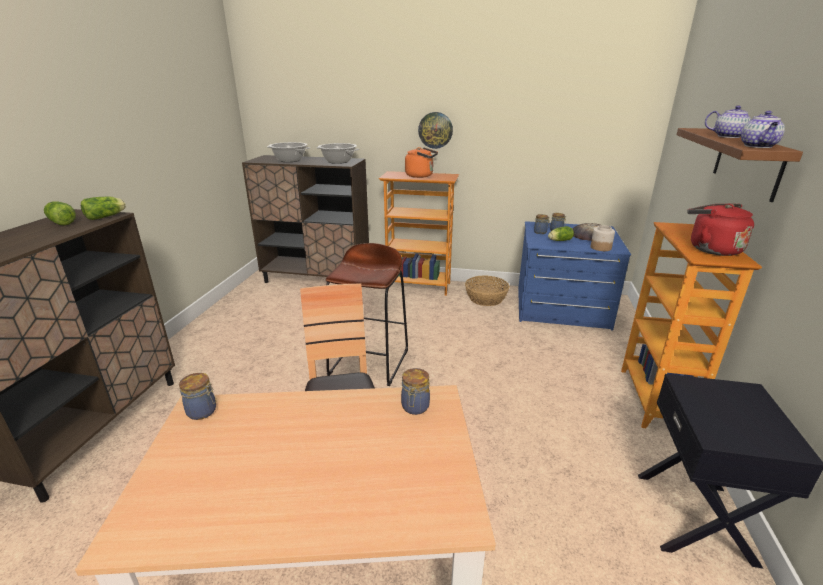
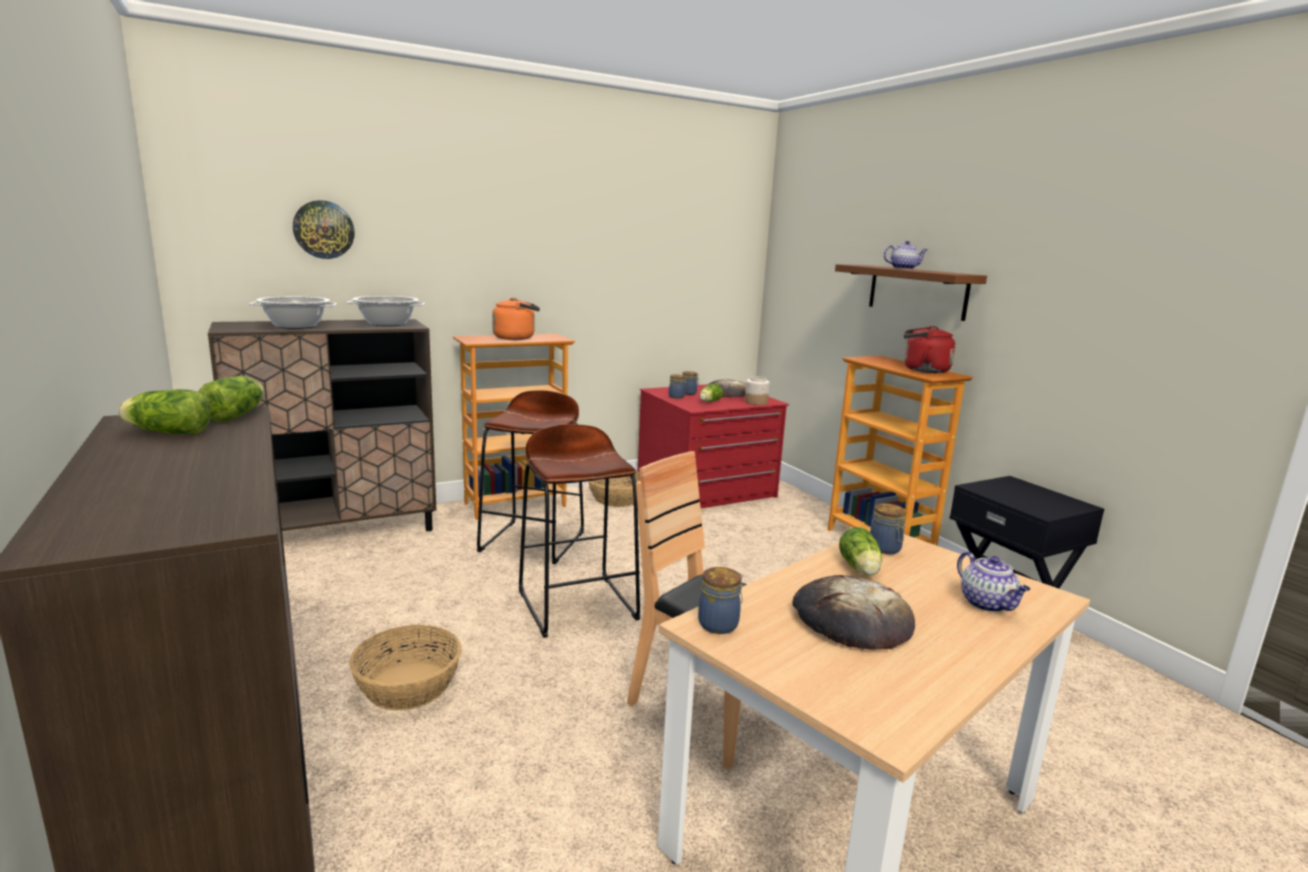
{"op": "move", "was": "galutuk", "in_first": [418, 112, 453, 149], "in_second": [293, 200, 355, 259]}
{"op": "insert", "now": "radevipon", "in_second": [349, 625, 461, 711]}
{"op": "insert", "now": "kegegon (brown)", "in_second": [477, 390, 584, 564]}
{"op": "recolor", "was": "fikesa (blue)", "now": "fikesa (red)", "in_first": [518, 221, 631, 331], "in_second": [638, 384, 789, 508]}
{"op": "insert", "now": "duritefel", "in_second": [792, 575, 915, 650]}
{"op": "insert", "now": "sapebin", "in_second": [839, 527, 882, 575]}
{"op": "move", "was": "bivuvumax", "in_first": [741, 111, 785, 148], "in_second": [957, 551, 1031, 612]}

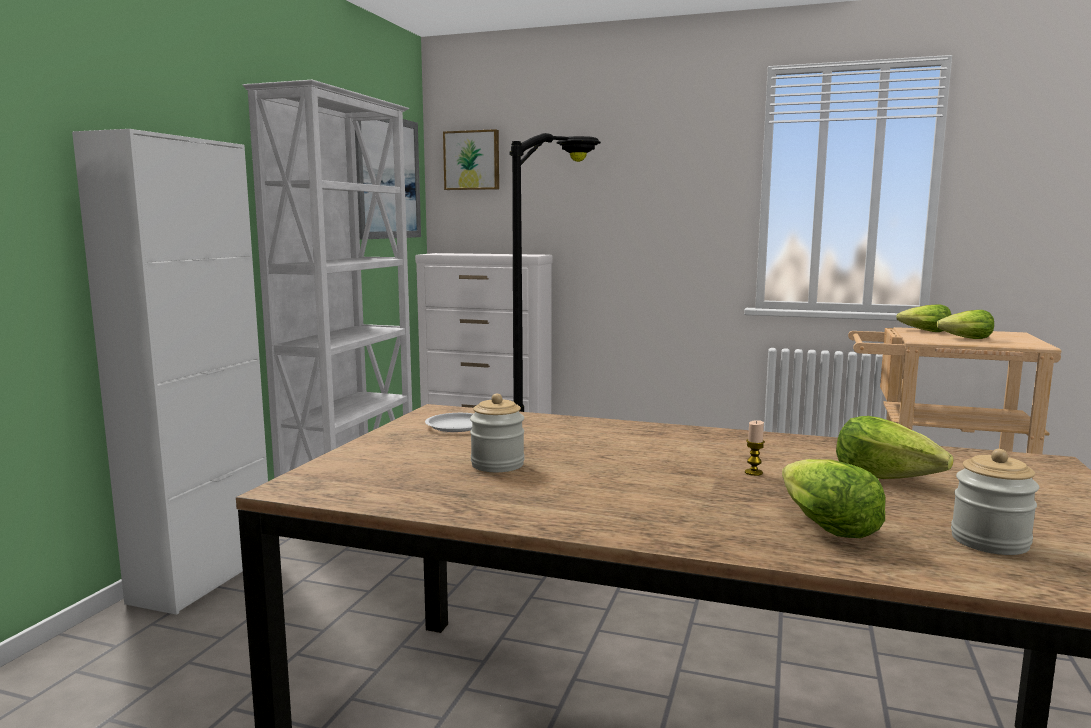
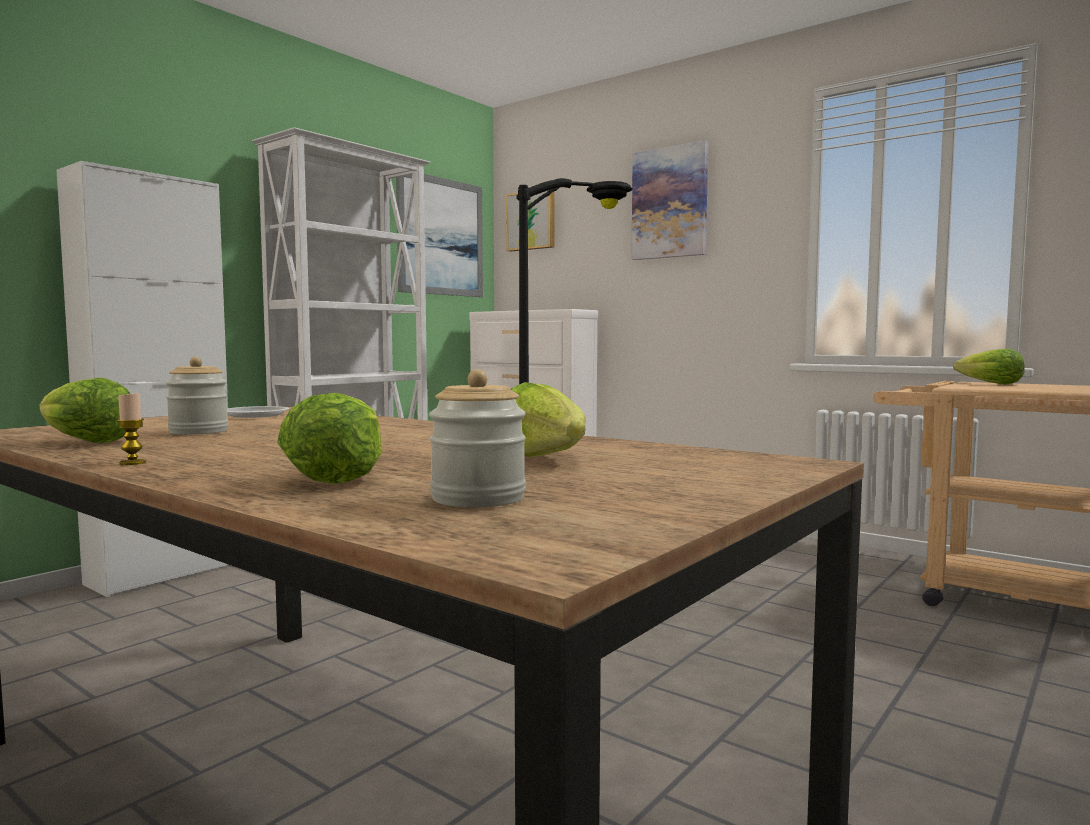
{"op": "move", "was": "sapebin", "in_first": [936, 310, 994, 339], "in_second": [39, 378, 130, 443]}
{"op": "move", "was": "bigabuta", "in_first": [745, 420, 765, 476], "in_second": [117, 393, 146, 465]}
{"op": "insert", "now": "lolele", "in_second": [631, 140, 708, 260]}

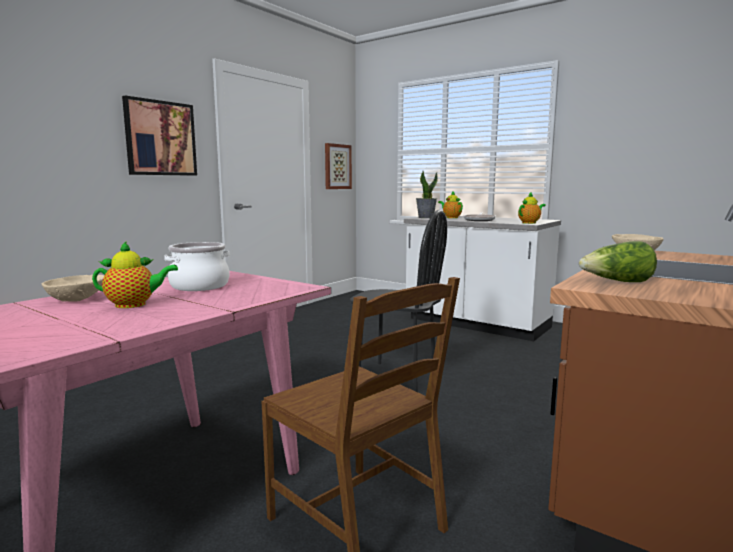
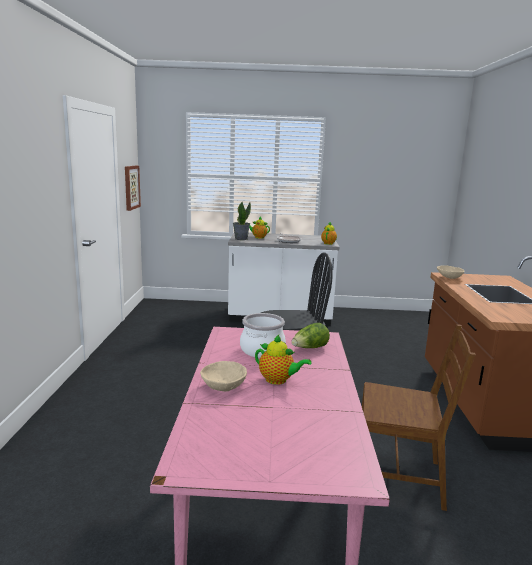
{"op": "rotate", "was": "bivuvumax", "in_first": [92, 241, 178, 308], "in_second": [255, 335, 311, 385], "clockwise": 75}
{"op": "move", "was": "sapebin", "in_first": [579, 241, 657, 282], "in_second": [291, 323, 330, 348]}
{"op": "delete", "was": "lolele", "in_first": [122, 95, 197, 176]}

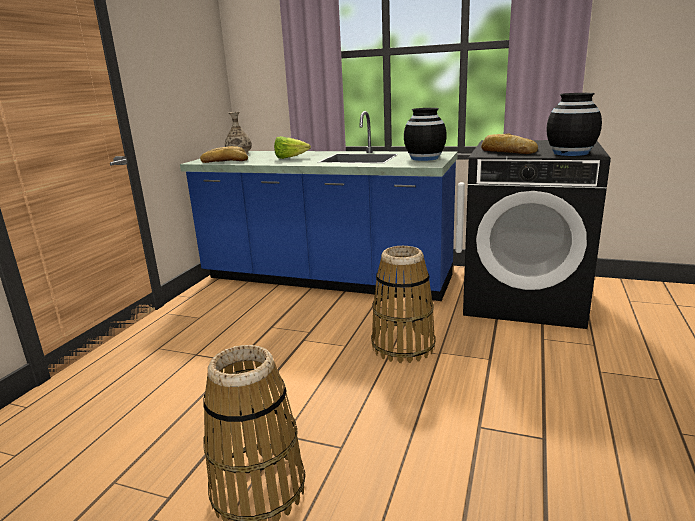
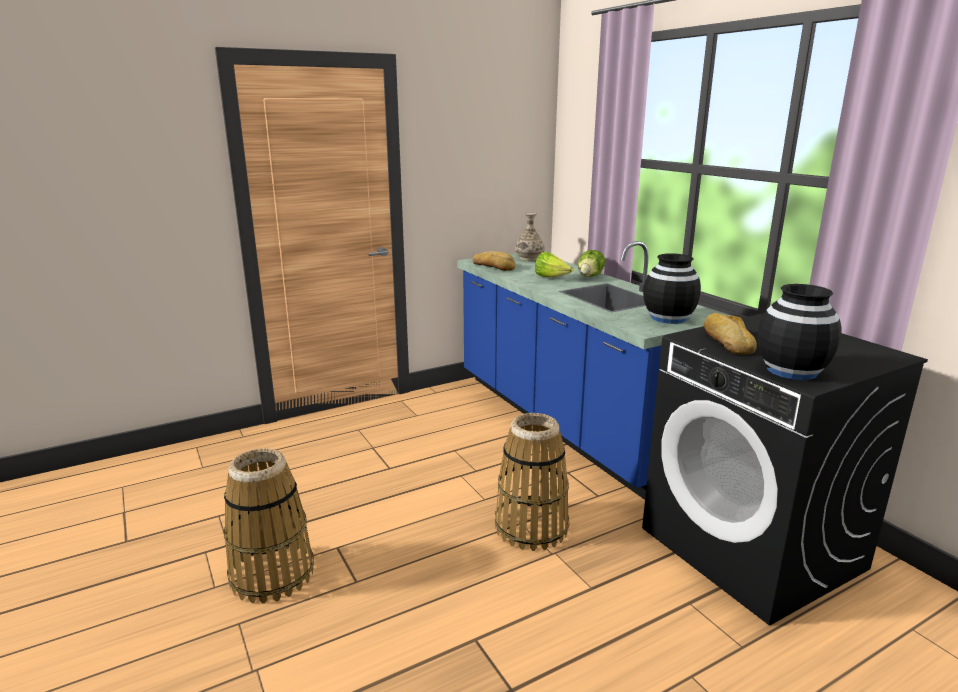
{"op": "insert", "now": "sapebin", "in_second": [578, 250, 605, 277]}

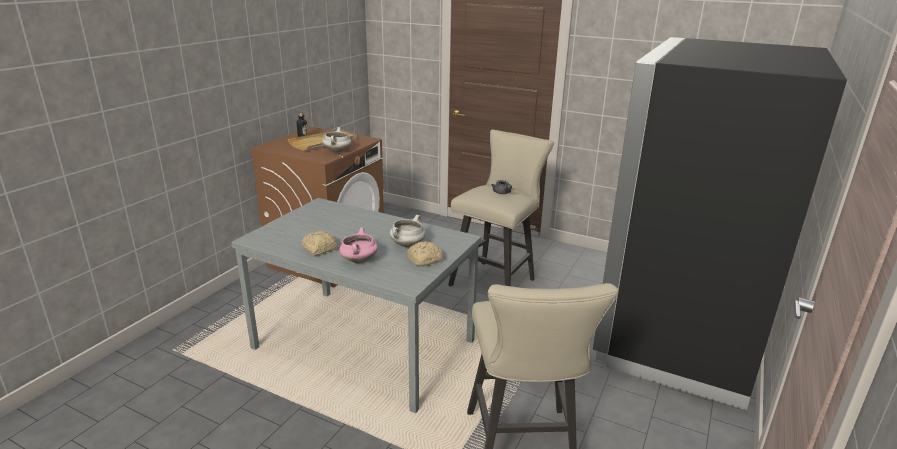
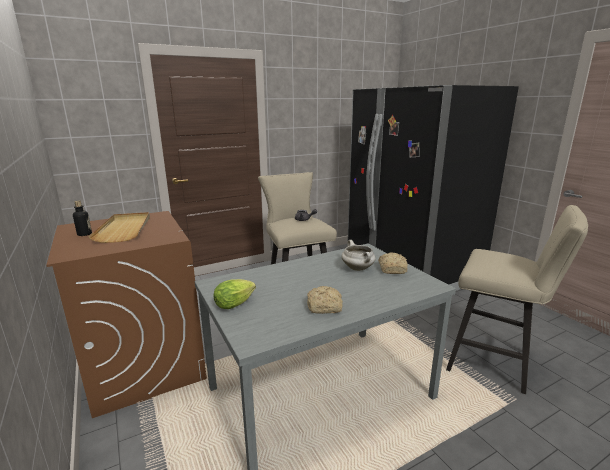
{"op": "insert", "now": "sapebin", "in_second": [214, 279, 256, 309]}
{"op": "delete", "was": "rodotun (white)", "in_first": [322, 127, 351, 153]}
{"op": "delete", "was": "rodotun (pink)", "in_first": [339, 228, 378, 263]}

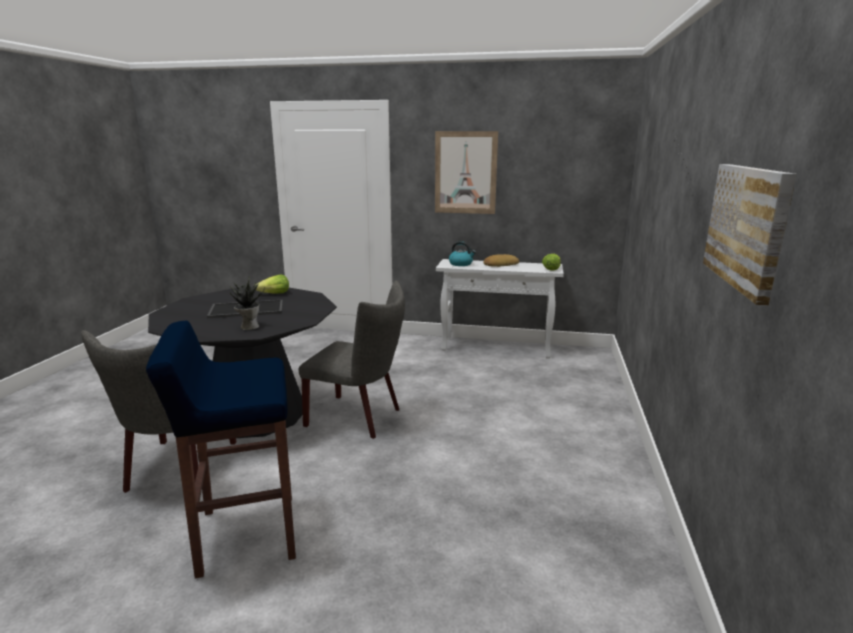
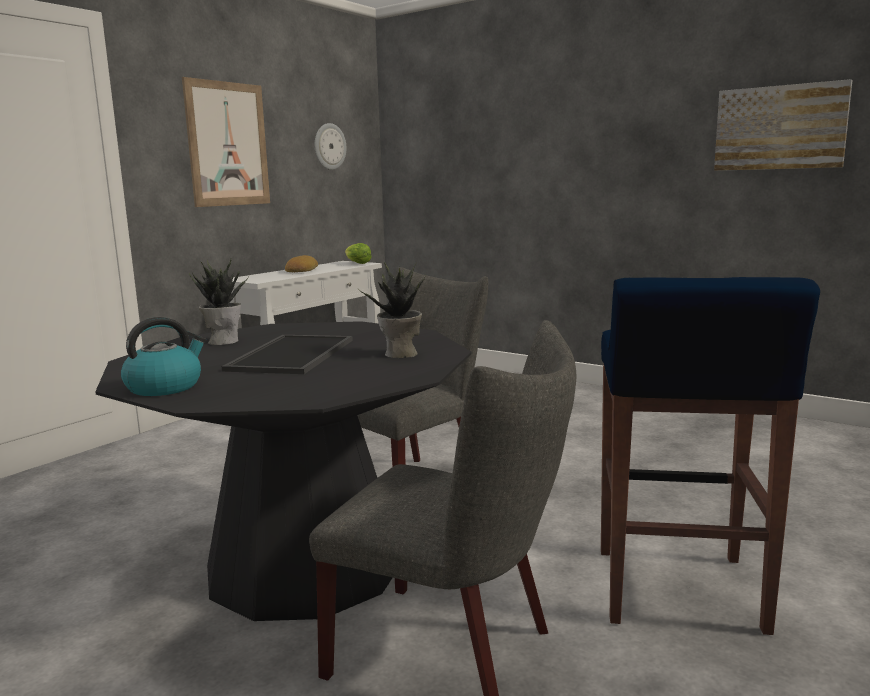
{"op": "move", "was": "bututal", "in_first": [449, 241, 476, 266], "in_second": [121, 317, 206, 396]}
{"op": "replace", "was": "sapebin", "now": "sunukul", "in_first": [255, 274, 289, 293], "in_second": [189, 259, 249, 345]}
{"op": "insert", "now": "galutuk", "in_second": [315, 123, 346, 170]}

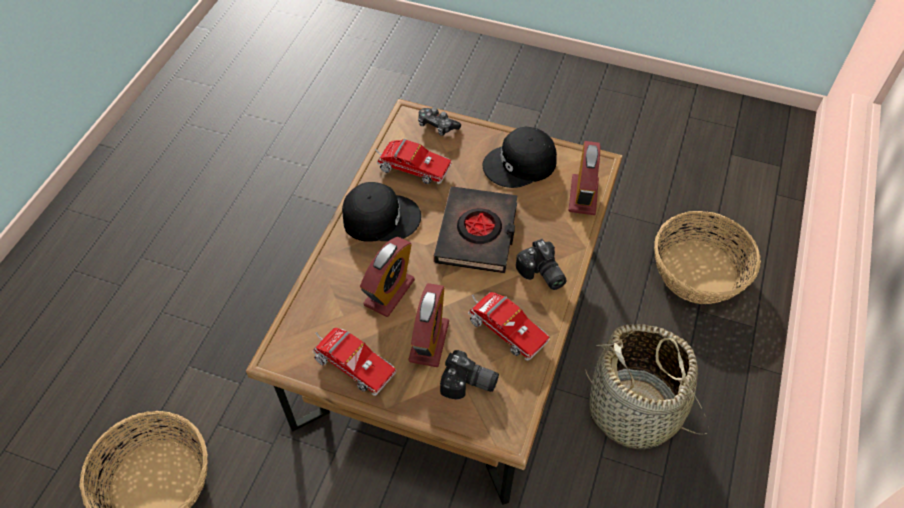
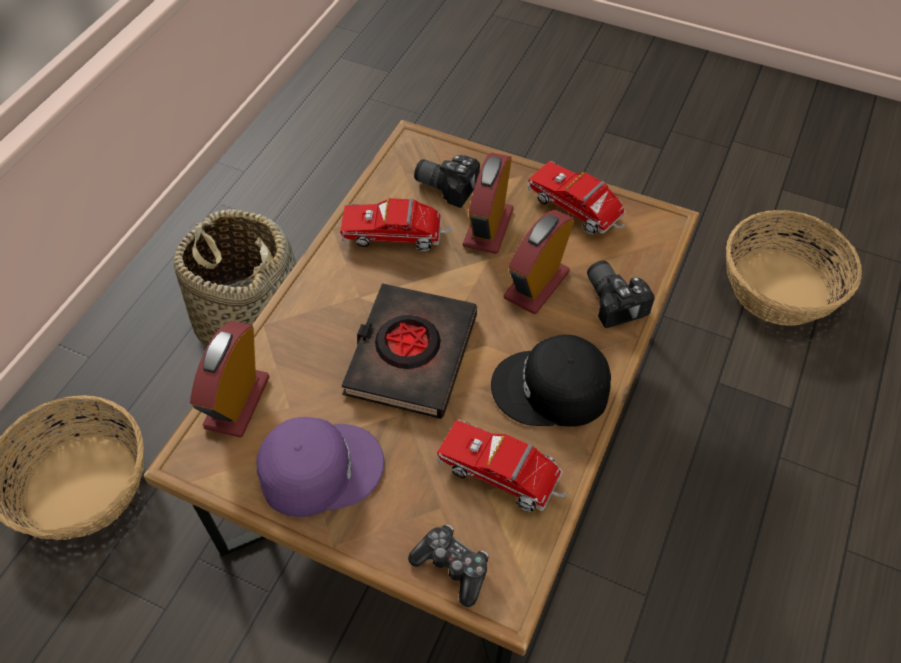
{"op": "recolor", "was": "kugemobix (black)", "now": "kugemobix (purple)", "in_first": [483, 127, 557, 188], "in_second": [256, 417, 384, 517]}
{"op": "rotate", "was": "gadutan", "in_first": [468, 292, 549, 361], "in_second": [340, 198, 452, 251], "clockwise": -45}
{"op": "move", "was": "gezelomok", "in_first": [516, 238, 567, 290], "in_second": [587, 261, 655, 328]}

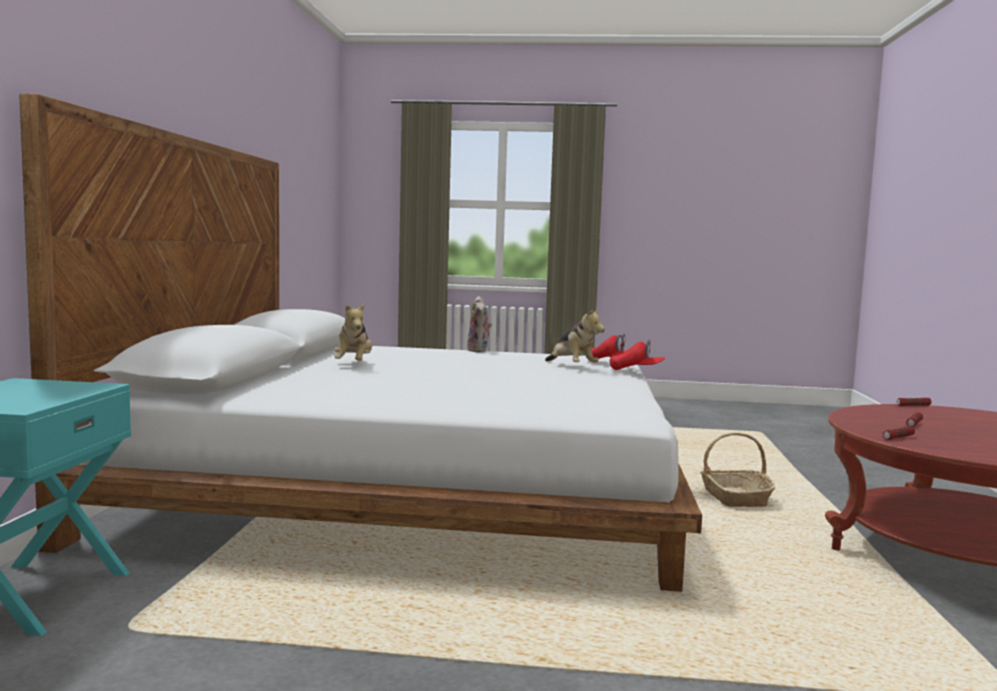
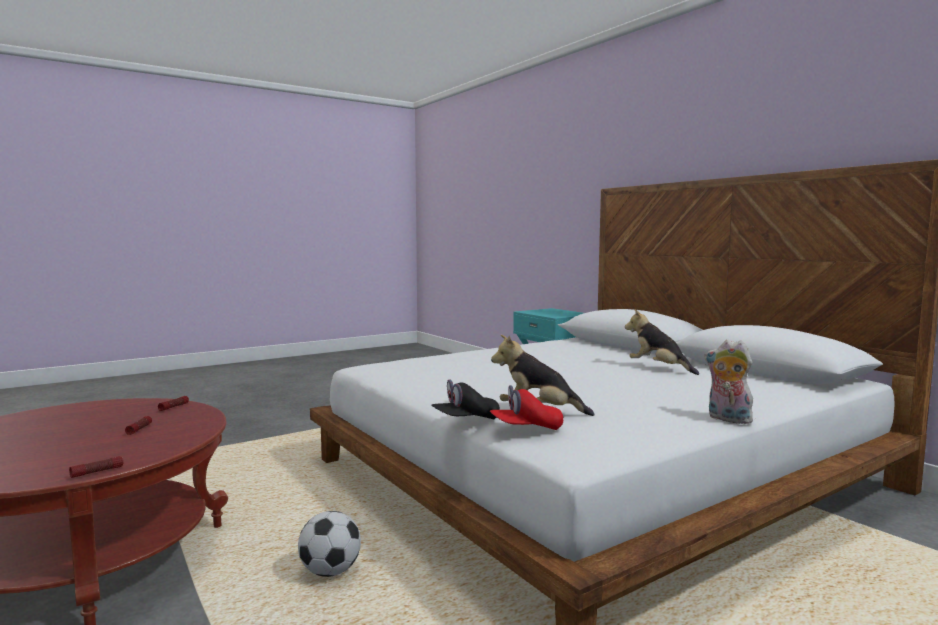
{"op": "replace", "was": "radevipon", "now": "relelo", "in_first": [701, 433, 775, 507], "in_second": [298, 511, 361, 577]}
{"op": "recolor", "was": "kugemobix (red)", "now": "kugemobix (black)", "in_first": [610, 340, 665, 370], "in_second": [431, 379, 500, 419]}

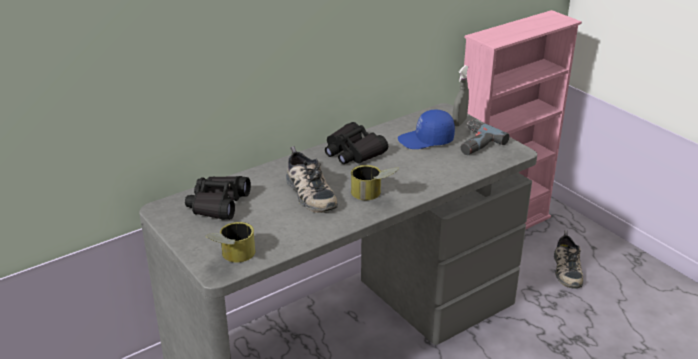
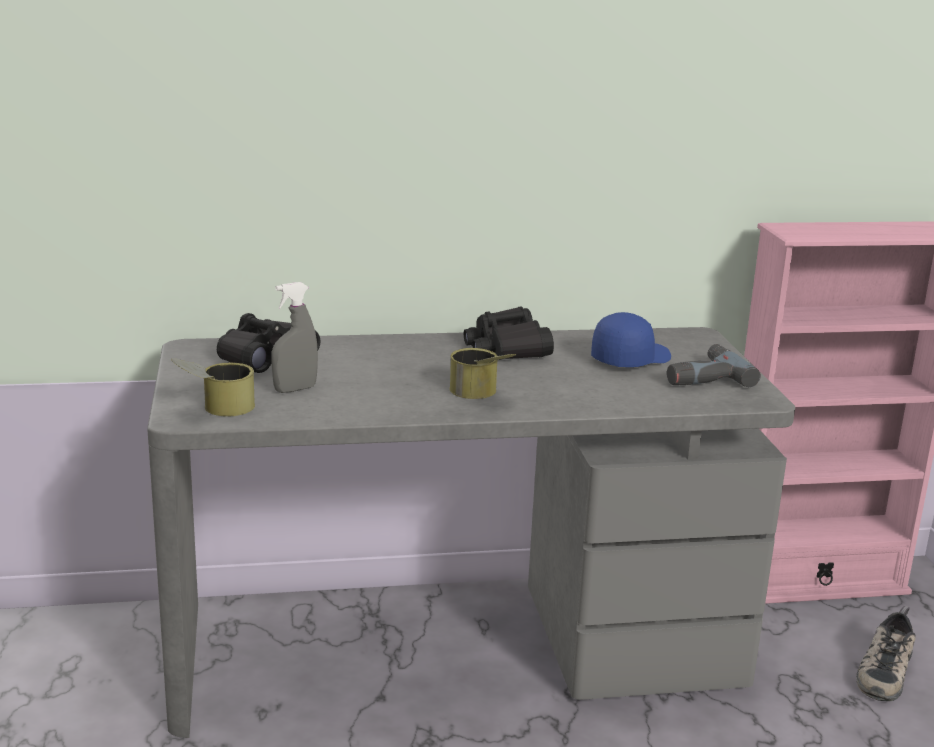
{"op": "move", "was": "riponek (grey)", "in_first": [453, 65, 469, 126], "in_second": [271, 282, 318, 393]}
{"op": "rotate", "was": "kugemobix (blue)", "in_first": [398, 110, 455, 149], "in_second": [591, 312, 671, 367], "clockwise": 120}
{"op": "delete", "was": "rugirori", "in_first": [286, 146, 338, 213]}

